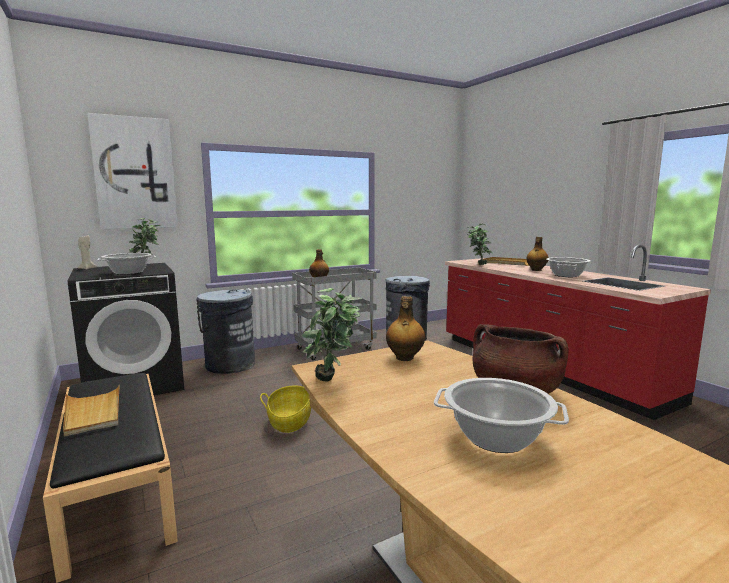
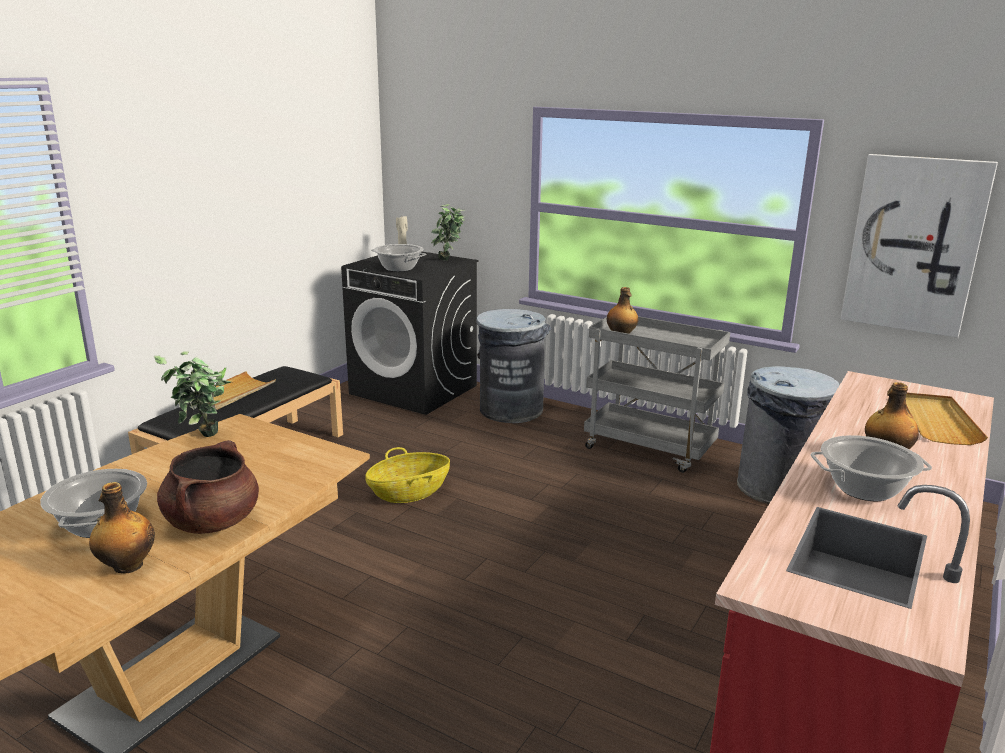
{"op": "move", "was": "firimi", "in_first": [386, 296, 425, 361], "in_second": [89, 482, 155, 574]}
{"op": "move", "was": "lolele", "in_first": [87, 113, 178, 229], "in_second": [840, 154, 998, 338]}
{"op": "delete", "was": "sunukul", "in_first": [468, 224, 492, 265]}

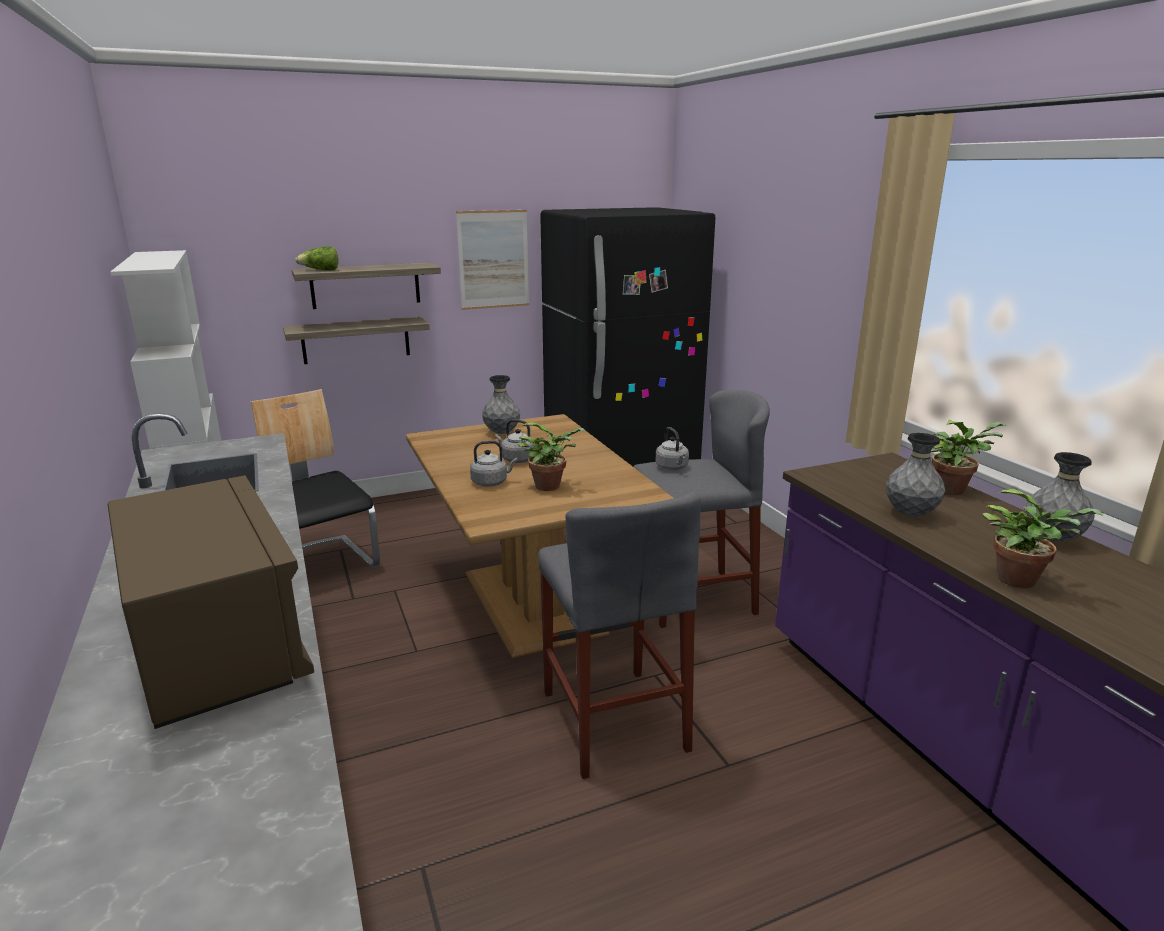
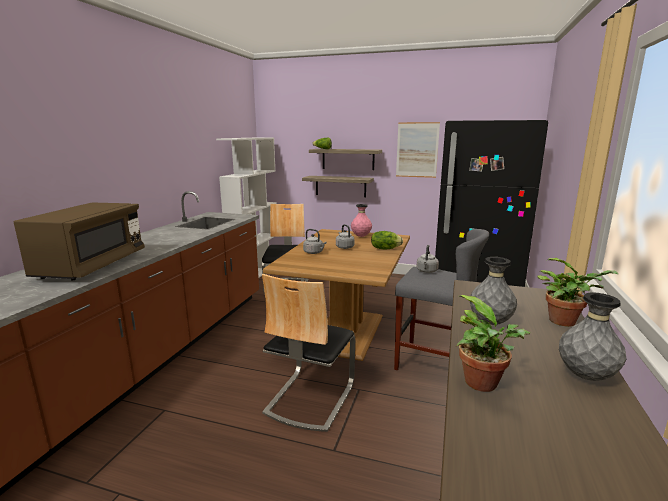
{"op": "replace", "was": "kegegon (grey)", "now": "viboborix", "in_first": [538, 492, 701, 779], "in_second": [262, 274, 355, 432]}
{"op": "recolor", "was": "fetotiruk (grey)", "now": "fetotiruk (pink)", "in_first": [482, 375, 520, 434], "in_second": [351, 204, 372, 237]}
{"op": "insert", "now": "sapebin", "in_second": [371, 231, 403, 249]}
{"op": "delete", "was": "sunukul", "in_first": [517, 422, 585, 491]}

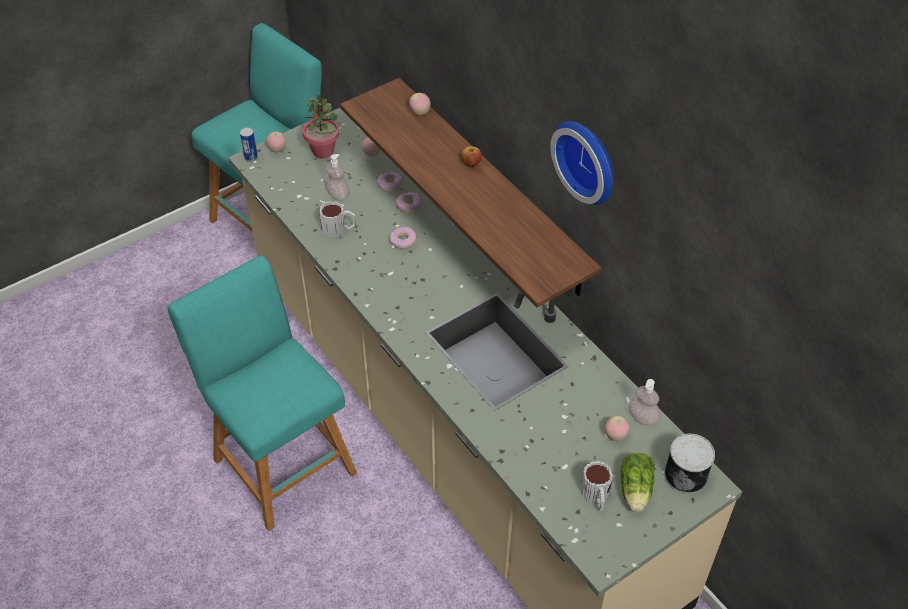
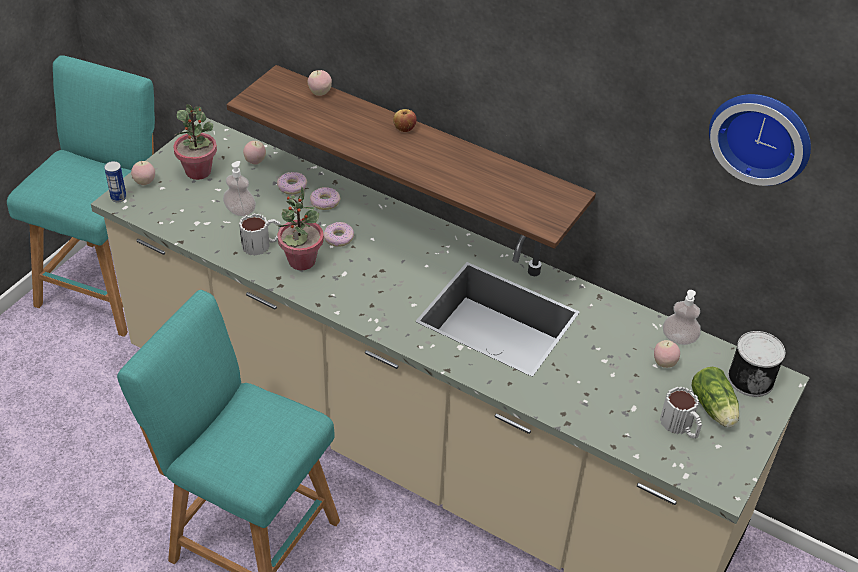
{"op": "insert", "now": "sunukul", "in_second": [277, 186, 324, 270]}
{"op": "move", "was": "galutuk", "in_first": [550, 121, 613, 205], "in_second": [709, 94, 811, 186]}

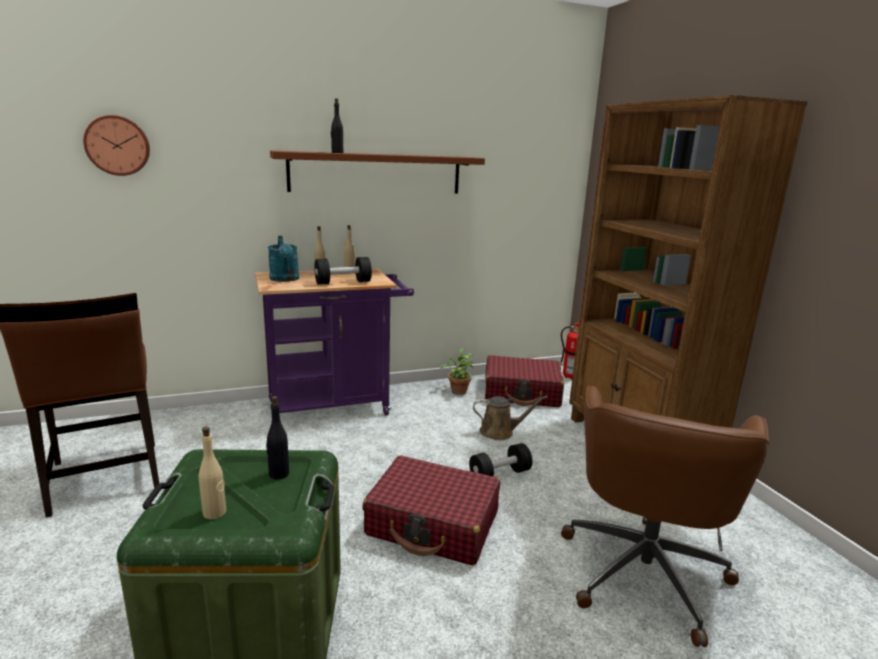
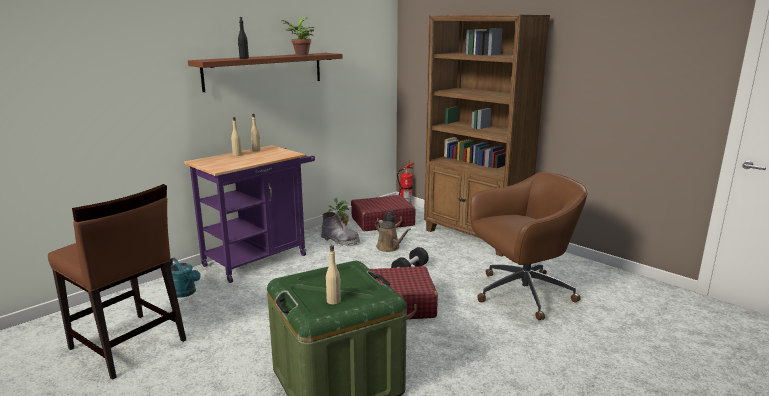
{"op": "move", "was": "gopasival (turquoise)", "in_first": [268, 236, 299, 282], "in_second": [170, 258, 201, 297]}
{"op": "insert", "now": "sunukul", "in_second": [281, 17, 314, 55]}
{"op": "insert", "now": "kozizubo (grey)", "in_second": [321, 212, 360, 246]}
{"op": "rotate", "was": "gopasival (brown)", "in_first": [473, 396, 548, 440], "in_second": [375, 220, 411, 252], "clockwise": 75}
{"op": "rotate", "was": "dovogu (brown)", "in_first": [561, 386, 770, 647], "in_second": [470, 172, 588, 320], "clockwise": -105}
{"op": "delete", "was": "galutuk", "in_first": [83, 115, 150, 176]}
{"op": "delete", "was": "firimi (black)", "in_first": [266, 396, 289, 480]}
{"op": "delete", "was": "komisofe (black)", "in_first": [314, 257, 372, 285]}

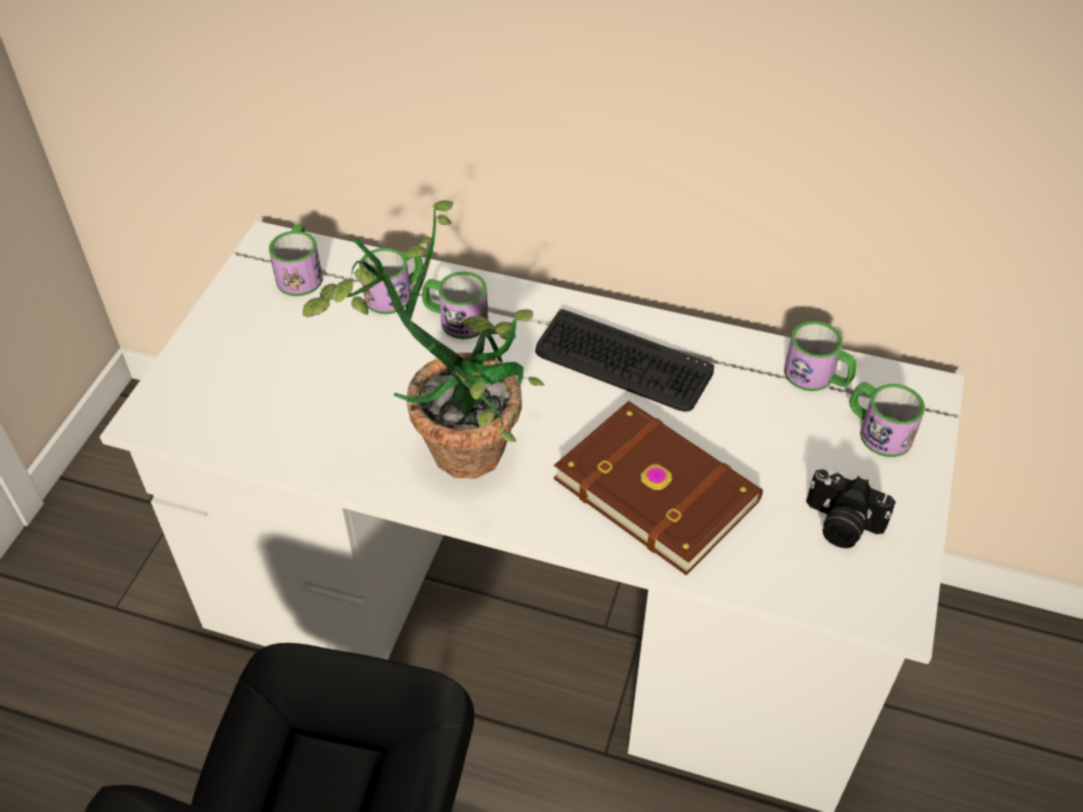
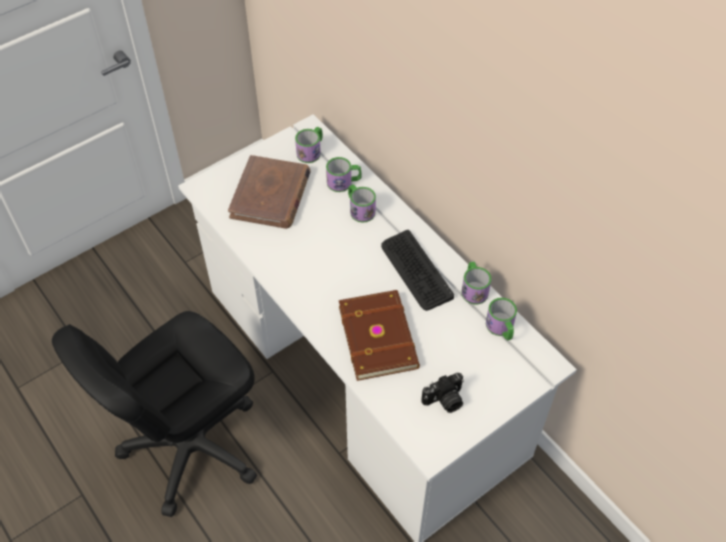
{"op": "insert", "now": "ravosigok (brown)", "in_second": [228, 155, 311, 229]}
{"op": "rotate", "was": "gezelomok", "in_first": [806, 469, 896, 548], "in_second": [421, 373, 464, 413], "clockwise": -90}
{"op": "move", "was": "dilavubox", "in_first": [850, 382, 925, 457], "in_second": [461, 262, 492, 304]}
{"op": "delete", "was": "sunukul", "in_first": [303, 200, 544, 478]}

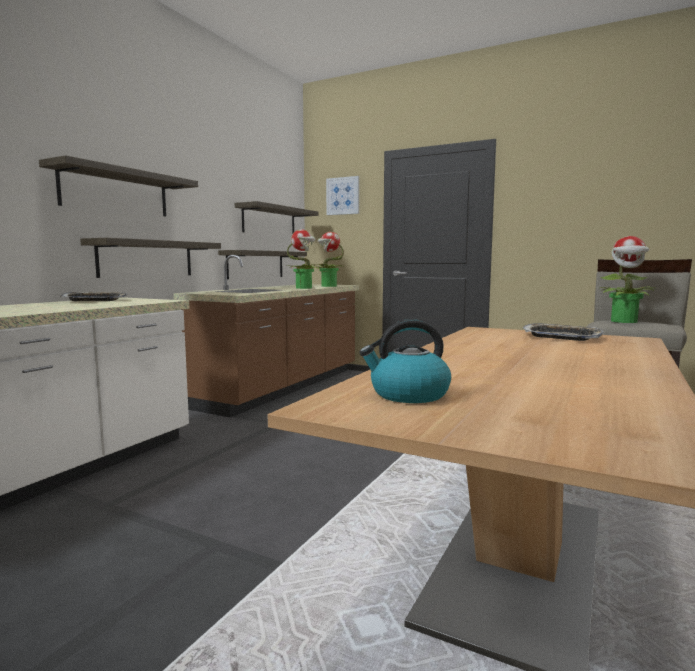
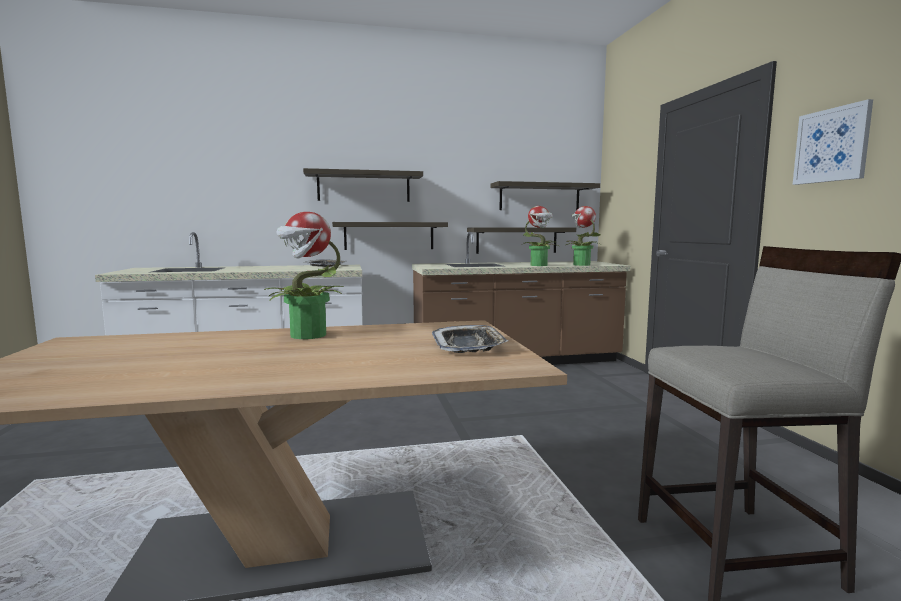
{"op": "move", "was": "sunukul", "in_first": [600, 236, 655, 323], "in_second": [264, 212, 344, 339]}
{"op": "move", "was": "lolele", "in_first": [326, 176, 359, 215], "in_second": [793, 99, 873, 185]}
{"op": "delete", "was": "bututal", "in_first": [359, 319, 451, 403]}

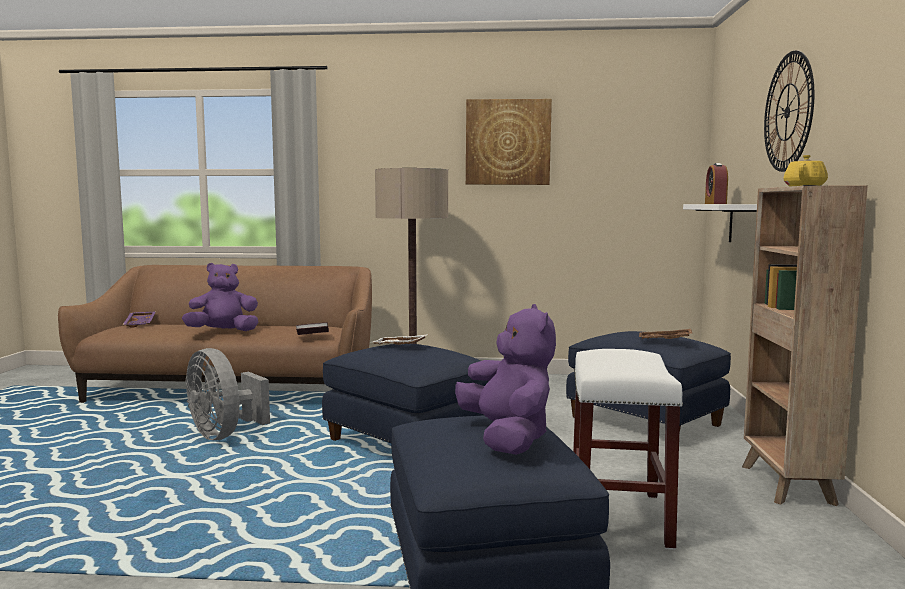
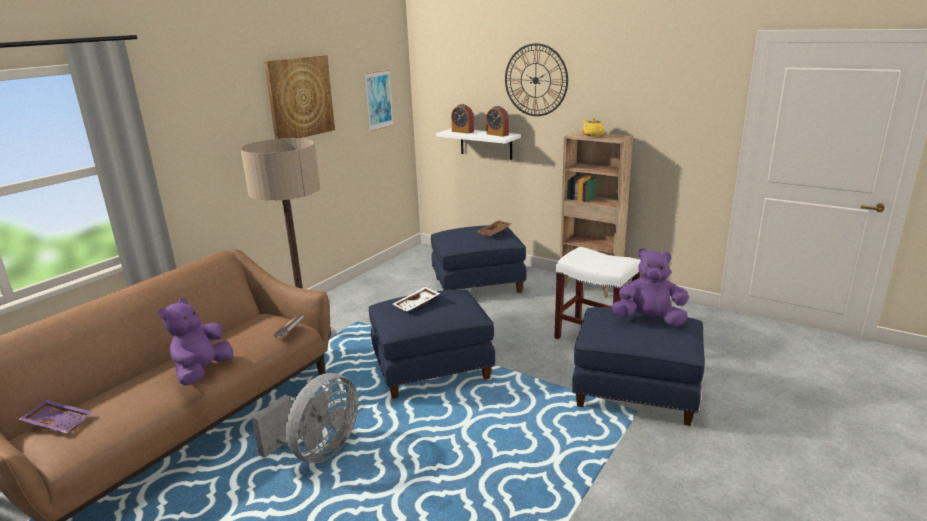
{"op": "rotate", "was": "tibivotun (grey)", "in_first": [186, 348, 270, 440], "in_second": [252, 373, 358, 463], "clockwise": -45}
{"op": "insert", "now": "lolele", "in_second": [364, 69, 394, 131]}
{"op": "insert", "now": "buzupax", "in_second": [486, 106, 509, 137]}

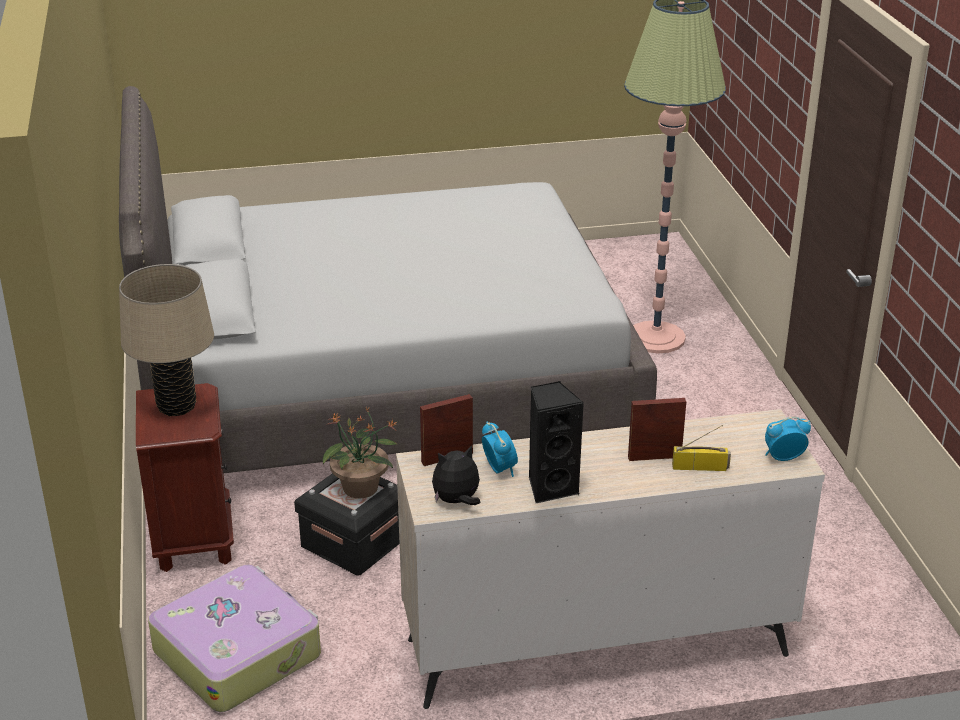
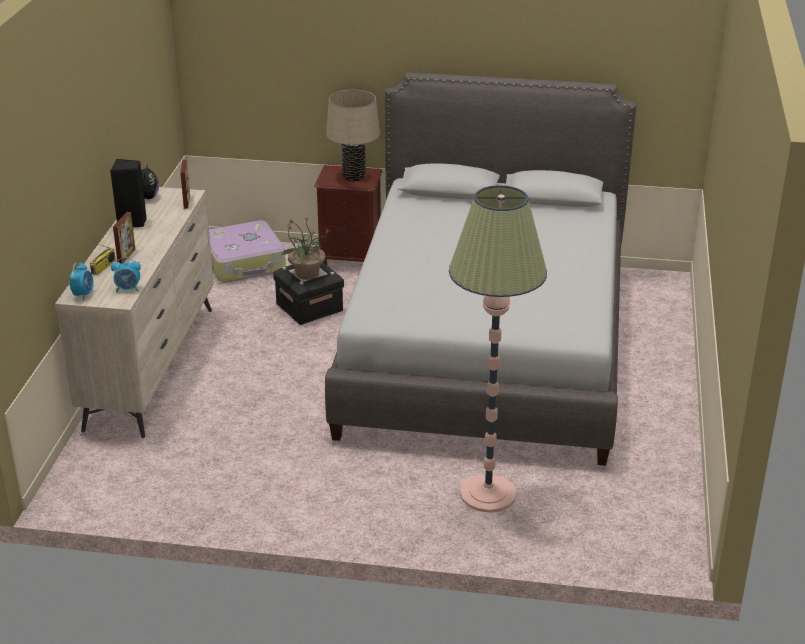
{"op": "move", "was": "buzupax", "in_first": [482, 421, 518, 477], "in_second": [111, 257, 141, 292]}

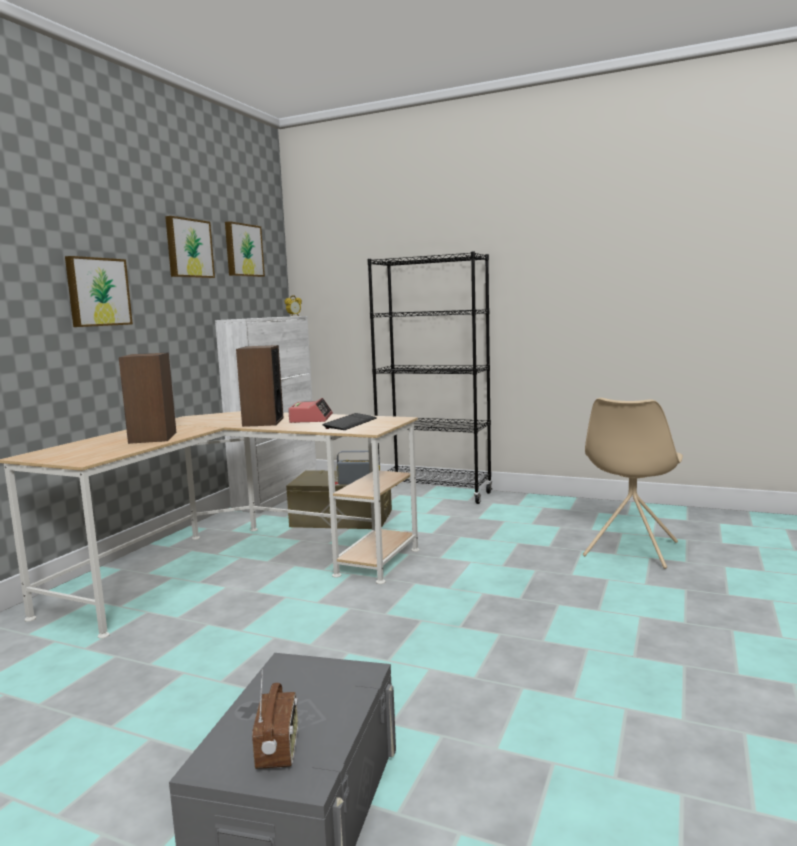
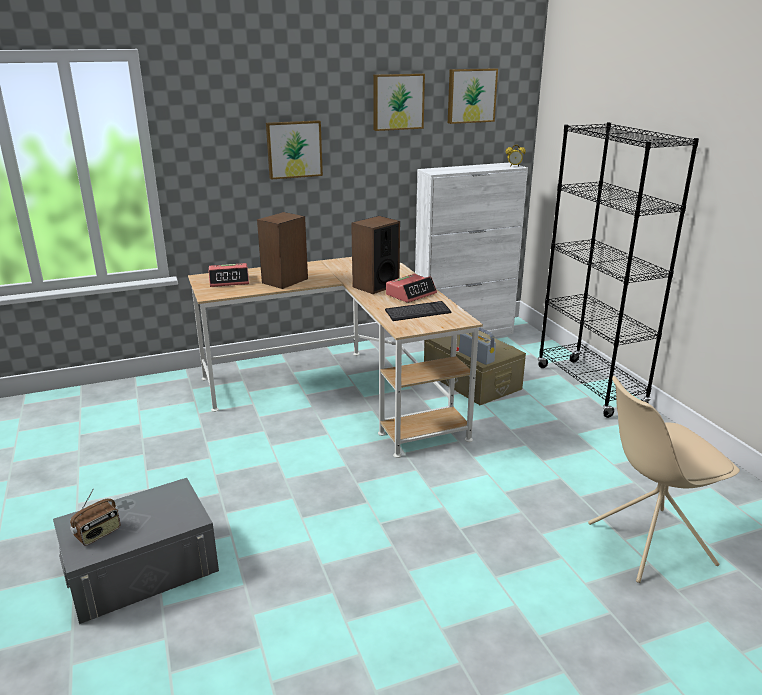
{"op": "insert", "now": "buzupax", "in_second": [209, 263, 249, 287]}

